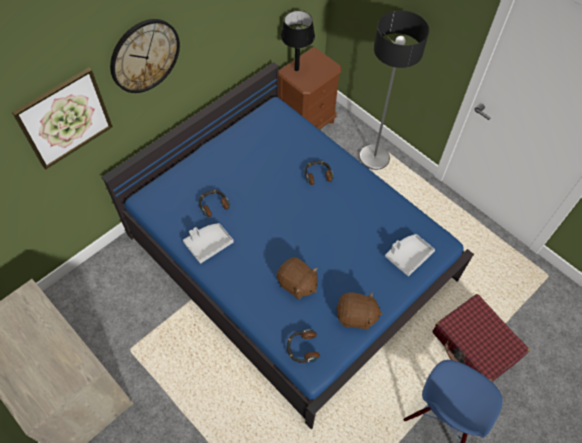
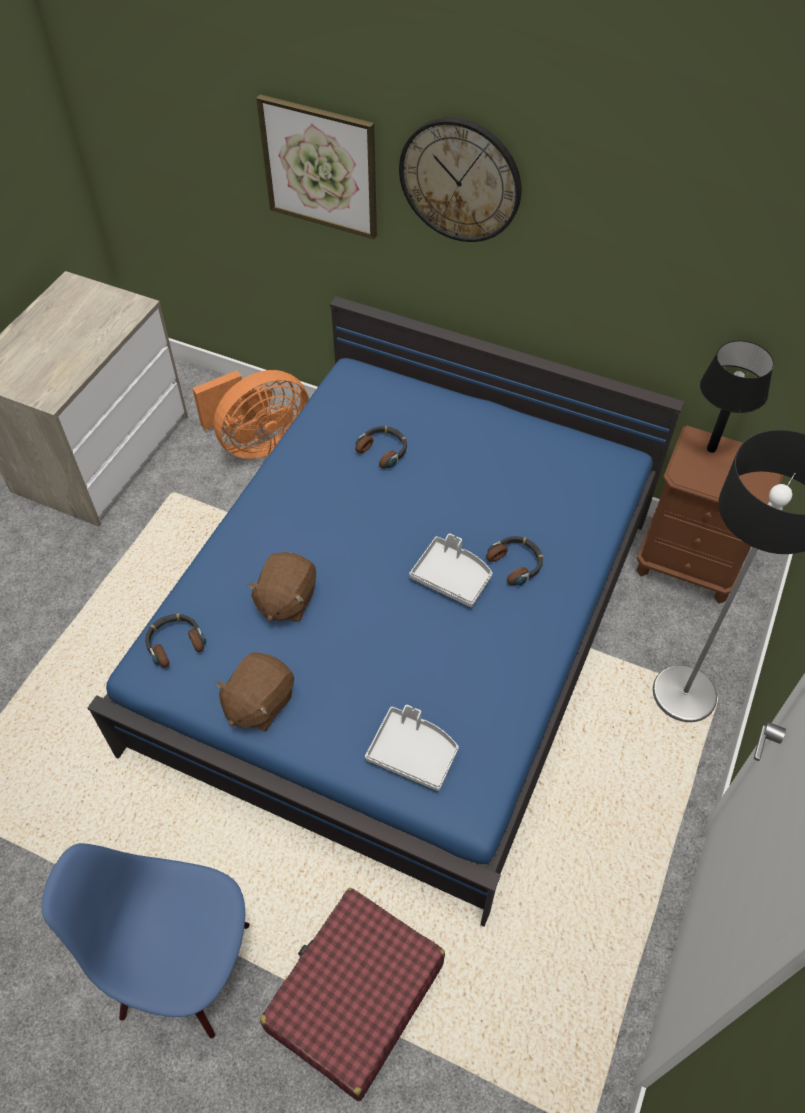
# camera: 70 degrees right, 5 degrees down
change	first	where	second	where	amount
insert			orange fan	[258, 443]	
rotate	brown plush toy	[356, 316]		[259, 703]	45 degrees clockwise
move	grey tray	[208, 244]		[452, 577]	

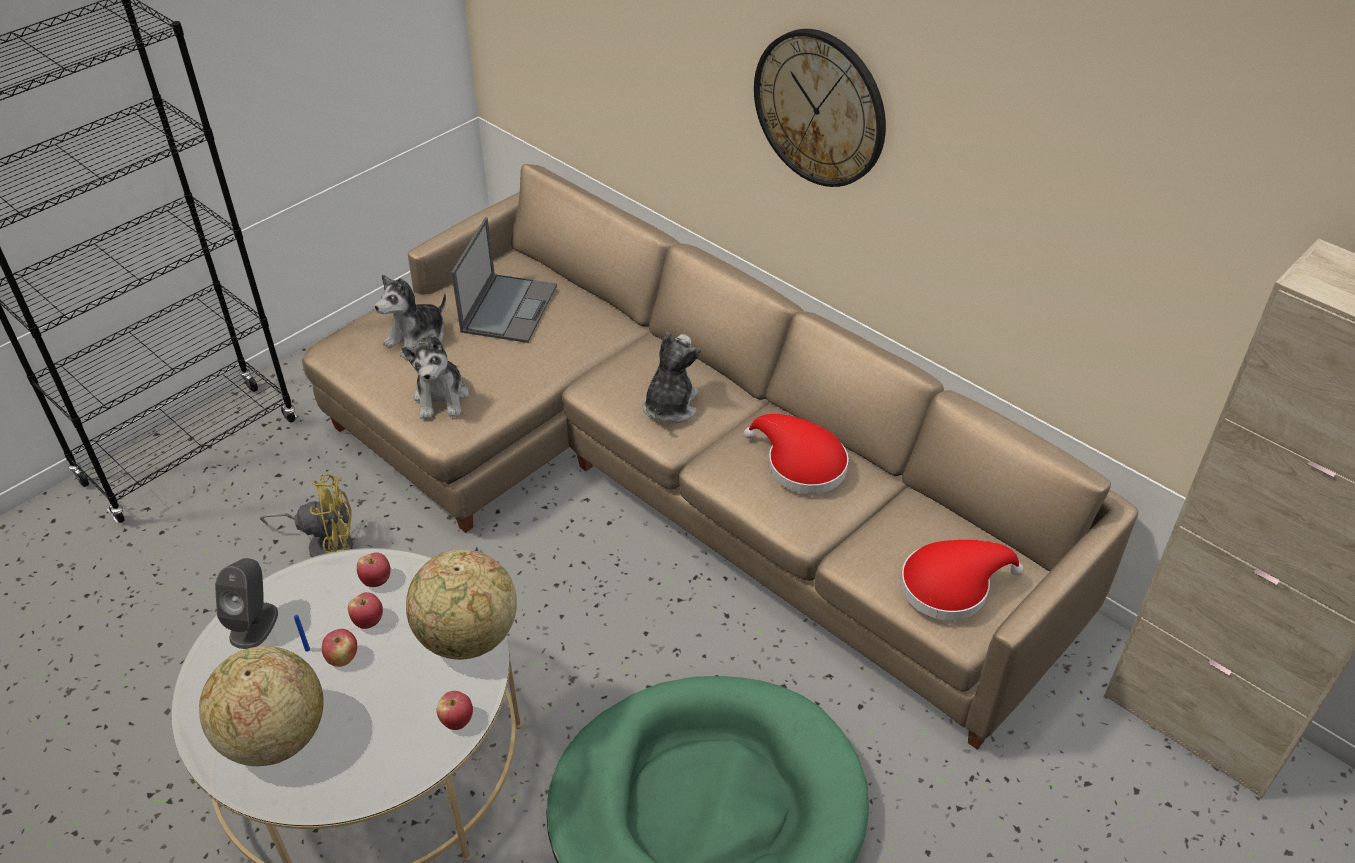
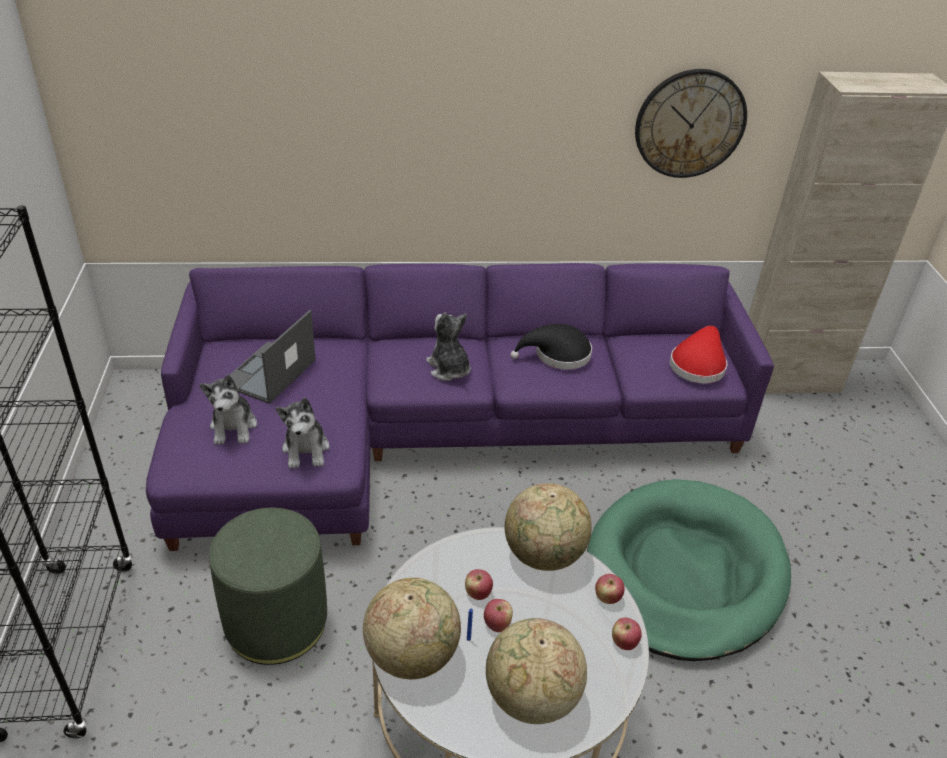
# camera: 50 degrees left, 5 degrees down
change	first	where	second	where	amount
recolor	beige sofa	[672, 477]	purple sofa	[434, 431]	
replace	yellow fan	[325, 544]	green ottoman	[276, 622]	
rotate	laptop	[509, 307]		[268, 373]	120 degrees counterclockwise
rotate	plush toy	[441, 397]		[306, 449]	45 degrees clockwise
replace	grey speaker	[254, 624]	globe	[412, 655]	
recolor	red hat	[800, 464]	black hat	[557, 355]	
move	apple	[377, 580]		[624, 643]	
move	wall clock	[820, 108]		[690, 124]	

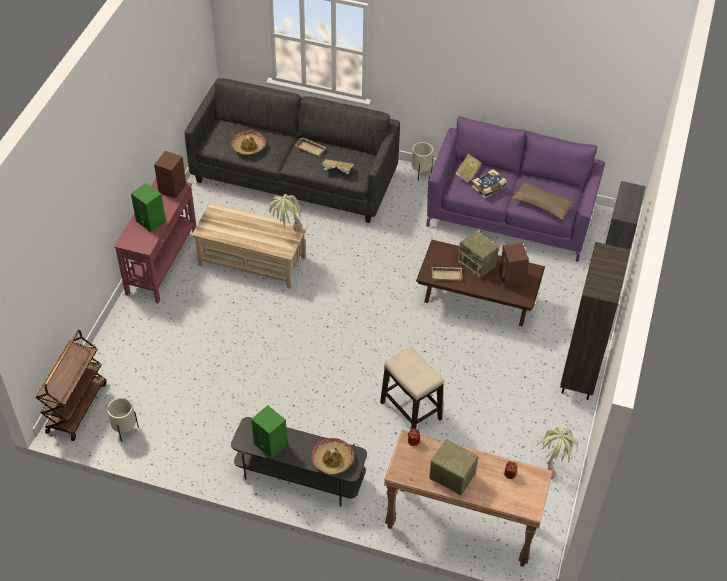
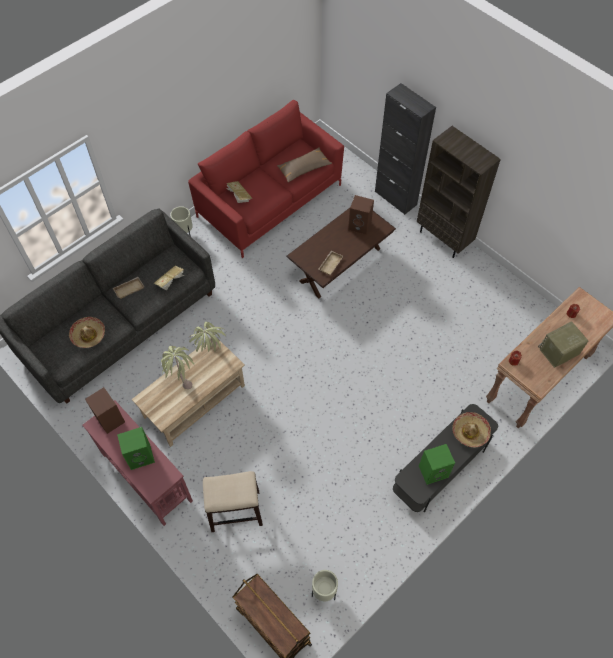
# camera: 60 degrees left, 10 degrees up
change	first	where	second	where	amount
move	potted plant	[552, 465]		[181, 378]	
recolor	purple sofa	[510, 216]	red sofa	[269, 200]	
move	stool	[410, 410]		[235, 511]	
delete	radio	[477, 264]			
delete	book	[488, 188]			

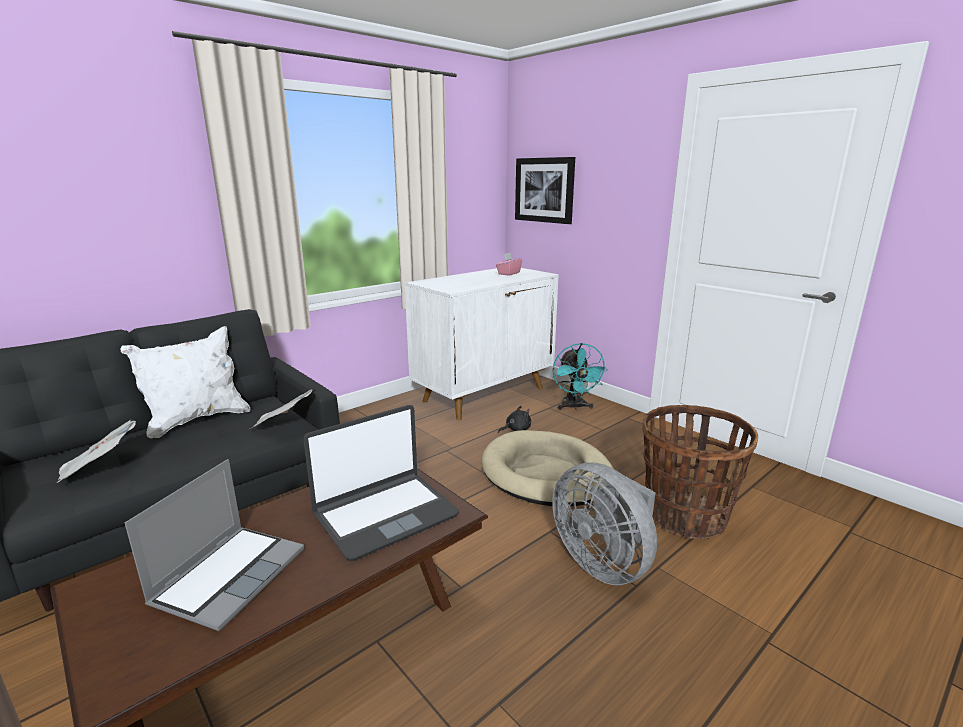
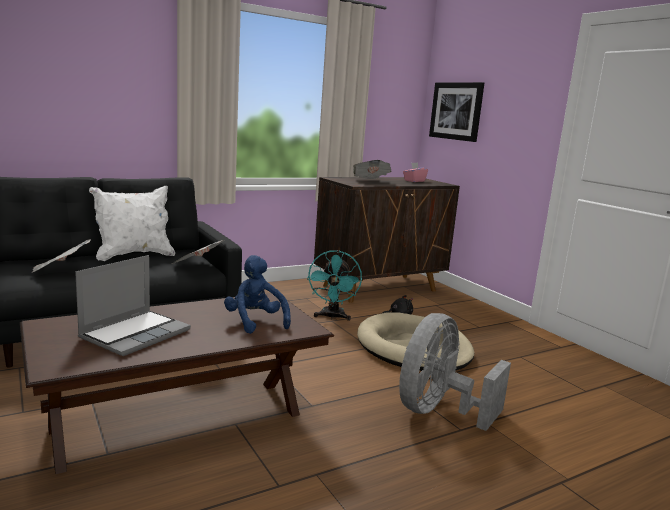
# camera: 10 degrees right, 5 degrees down
change	first	where	second	where	amount
replace	laptop	[385, 515]	blue plush toy	[255, 322]	
move	turquoise fan	[574, 407]		[332, 317]	
recolor	white cabinet	[485, 394]	brown cabinet	[380, 288]	
insert			newspaper	[370, 181]	
rotate	grey fan	[603, 563]		[438, 411]	60 degrees clockwise
delete	basket	[684, 516]			

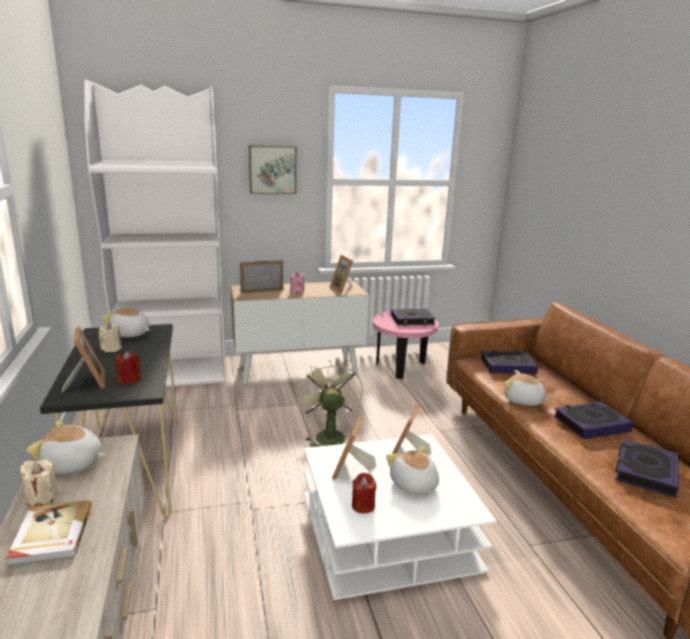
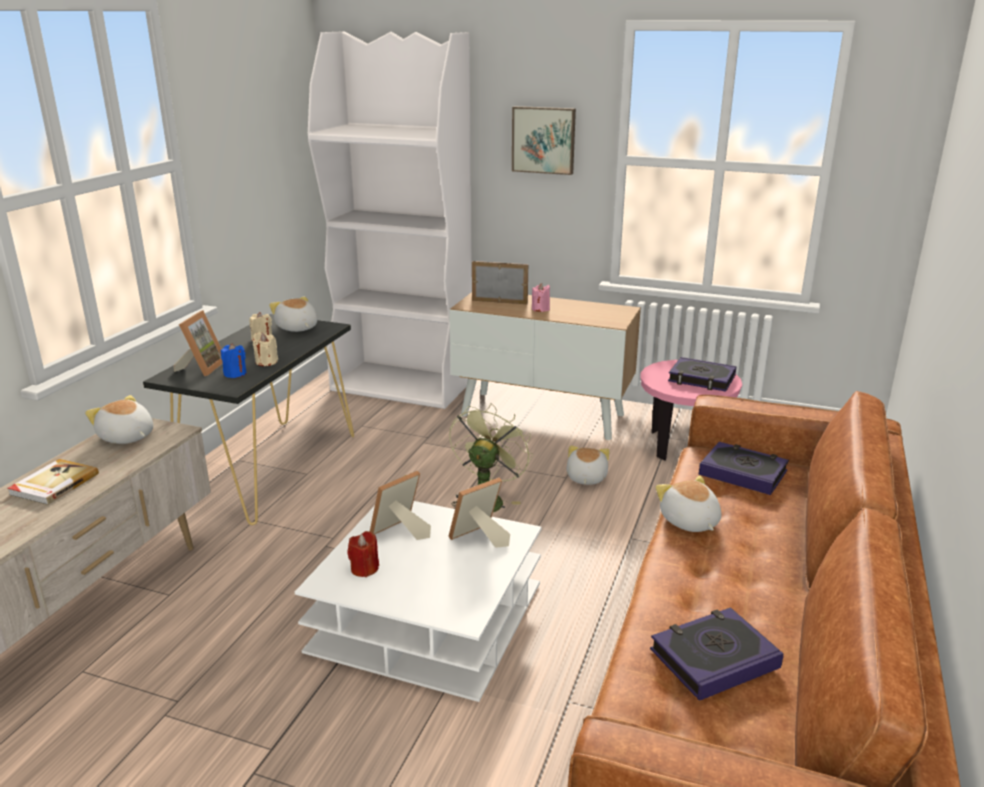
# camera: 35 degrees right, 5 degrees up
change	first	where	second	where	amount
recolor	red candle	[129, 380]	blue candle	[235, 374]	
move	beige candle	[42, 497]		[266, 362]	
move	plush toy	[413, 485]		[585, 478]	
delete	picture frame	[343, 289]			
delete	book	[591, 424]			

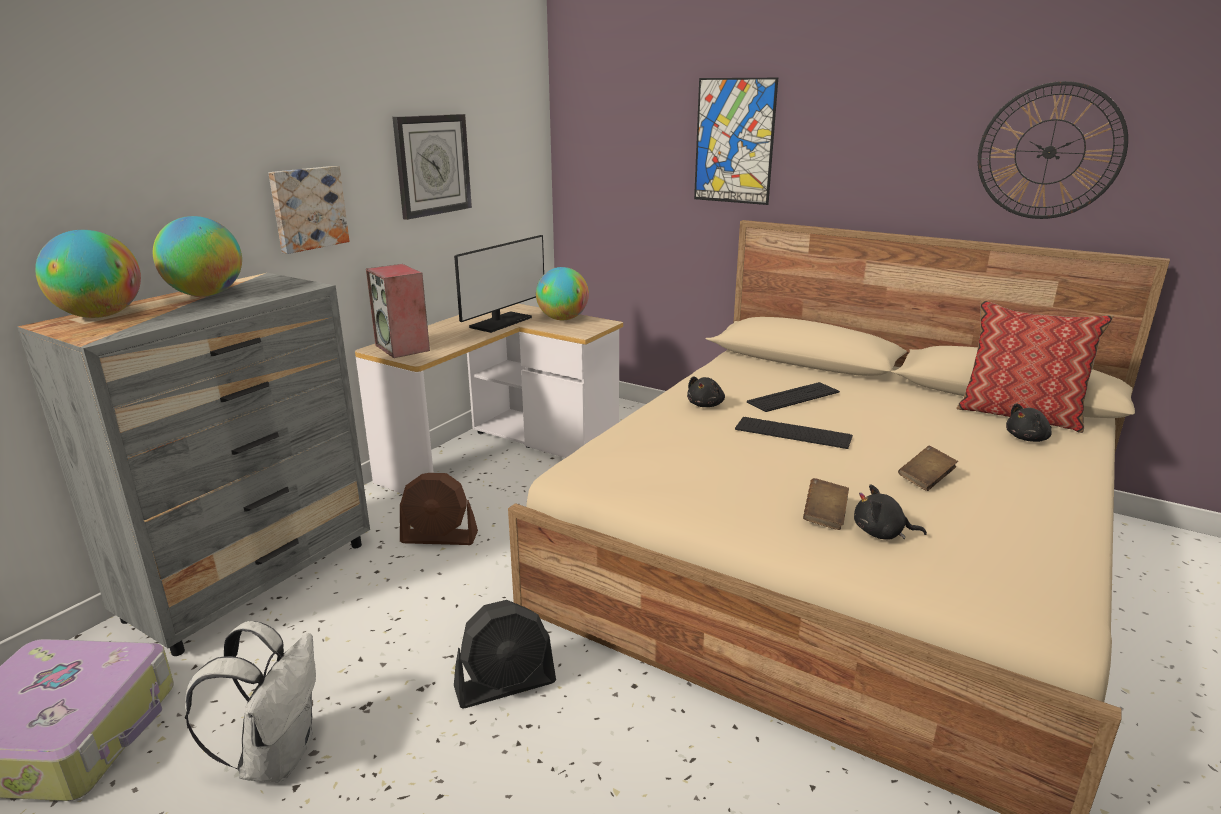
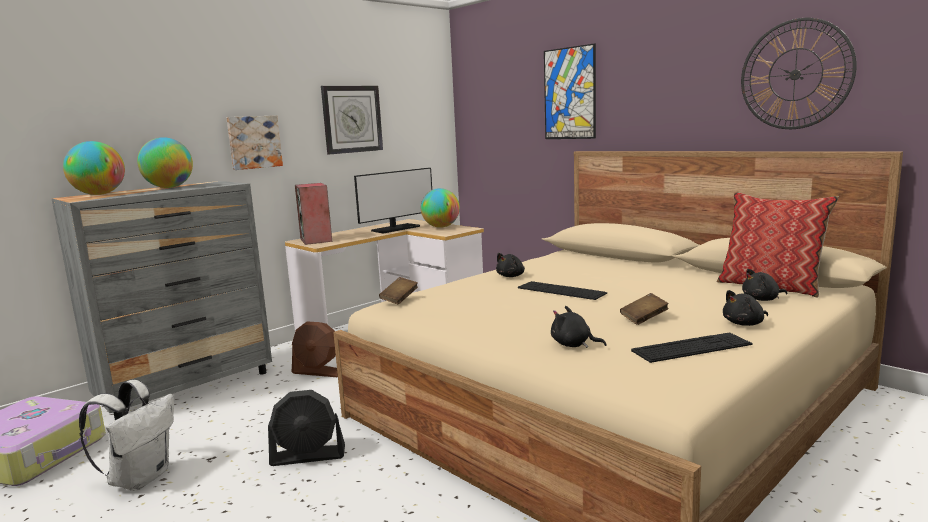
# camera: 15 degrees right, 10 degrees down
change	first	where	second	where	amount
move	brown book	[824, 516]		[399, 299]	
move	keyboard	[793, 397]		[691, 347]	
insert			black plush toy	[745, 324]	

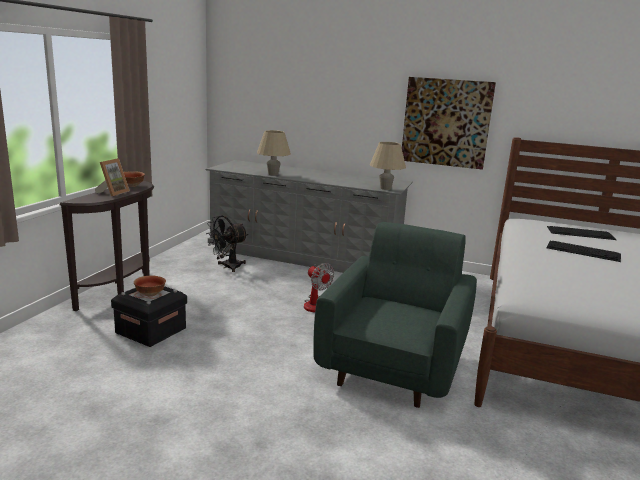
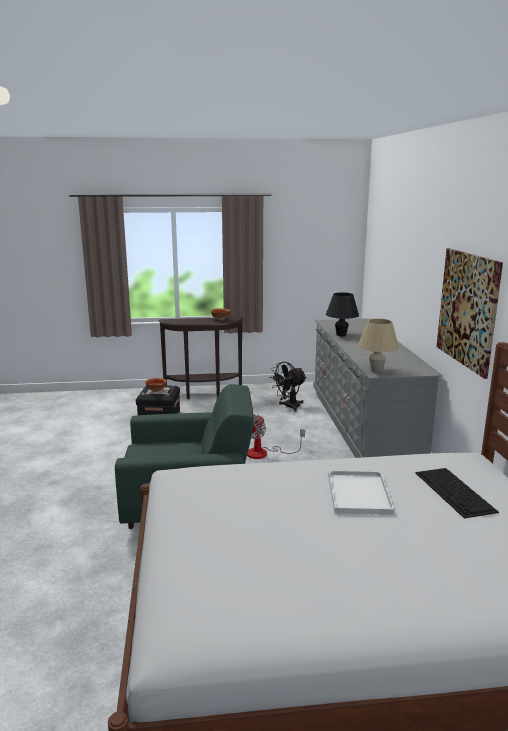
# camera: 65 degrees right, 0 degrees up
change	first	where	second	where	amount
rotate	black fan	[228, 267]		[289, 407]	60 degrees counterclockwise
recolor	beige table lamp	[273, 174]	black table lamp	[341, 335]	
replace	keyboard	[584, 251]	white tray	[360, 494]	
delete	picture frame	[113, 193]			

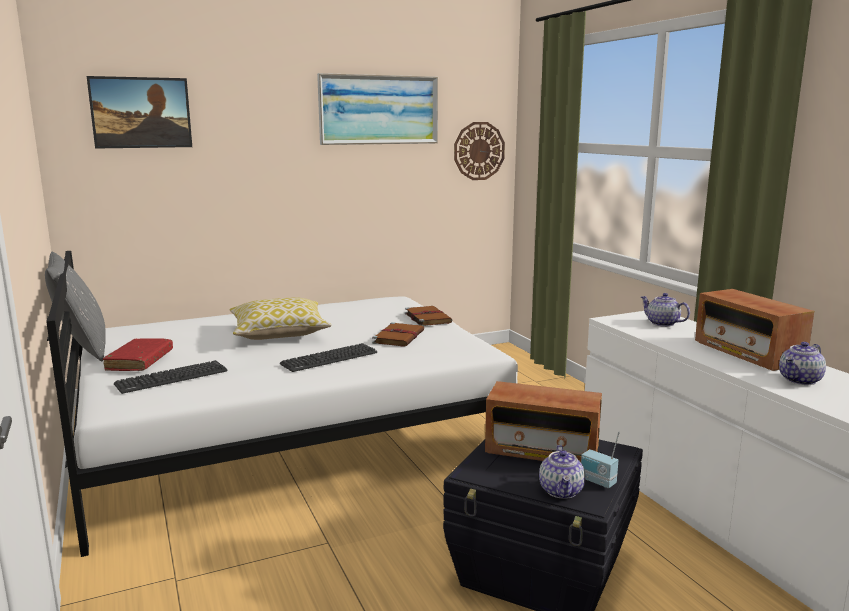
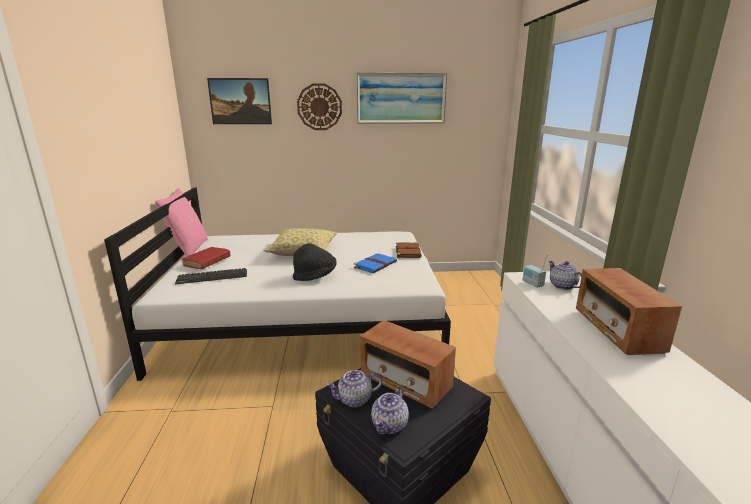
# camera: 20 degrees right, 5 degrees up
change	first	where	second	where	amount
recolor	grey pillow	[83, 349]	pink pillow	[188, 249]	
replace	keyboard	[329, 358]	black hat	[315, 276]	
move	wall clock	[479, 151]		[319, 107]	
move	teapot	[800, 380]		[354, 400]	
recolor	brown book	[399, 337]	blue book	[375, 264]	
move	radio	[597, 482]		[532, 284]	

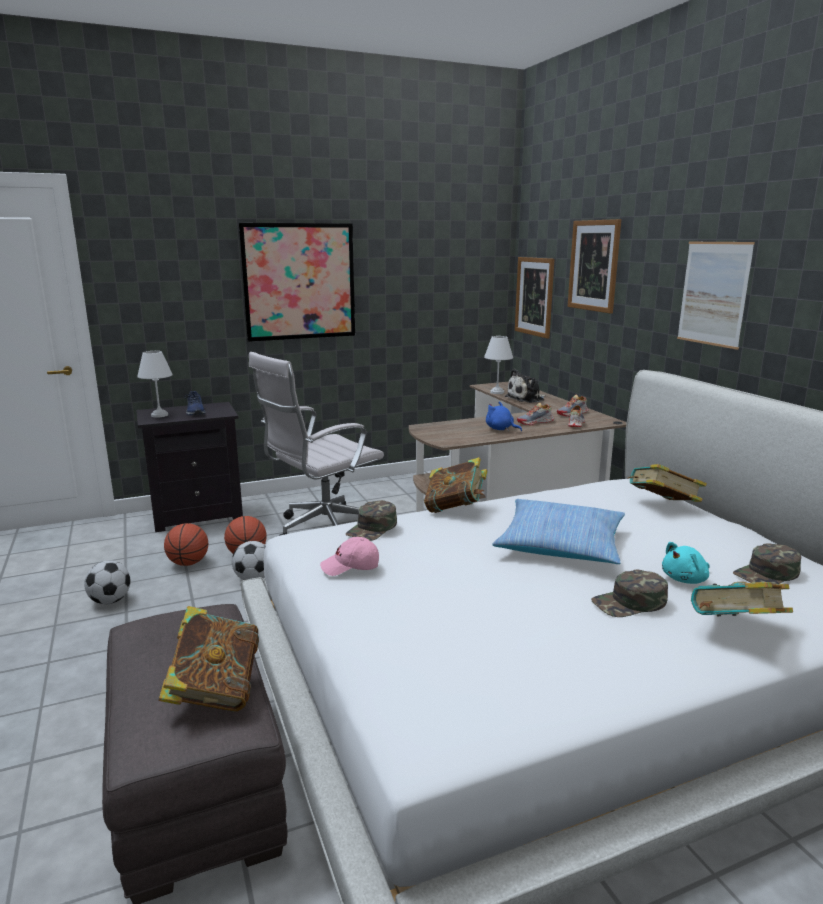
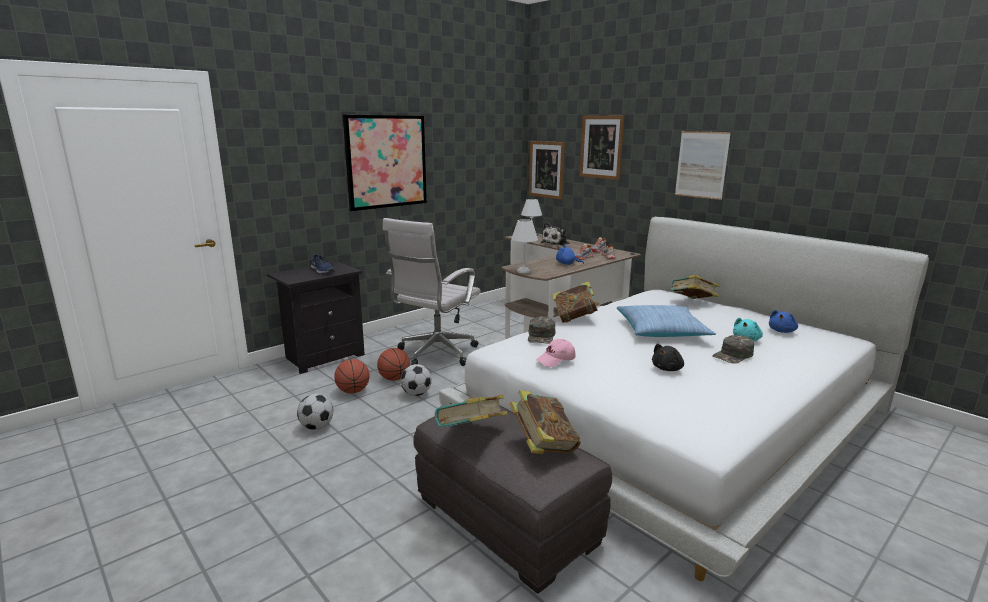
# camera: 20 degrees left, 0 degrees up
change	first	where	second	where	amount
move	book	[736, 631]		[471, 435]	
move	white table lamp	[159, 415]		[524, 271]	
insert			black plush toy	[668, 369]	
replace	green cap	[767, 574]	blue plush toy	[782, 331]	

